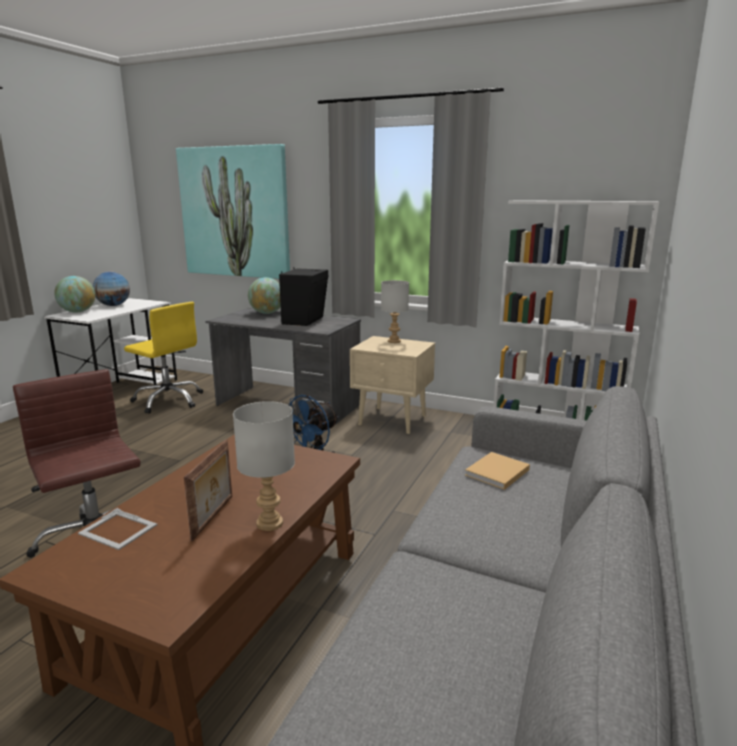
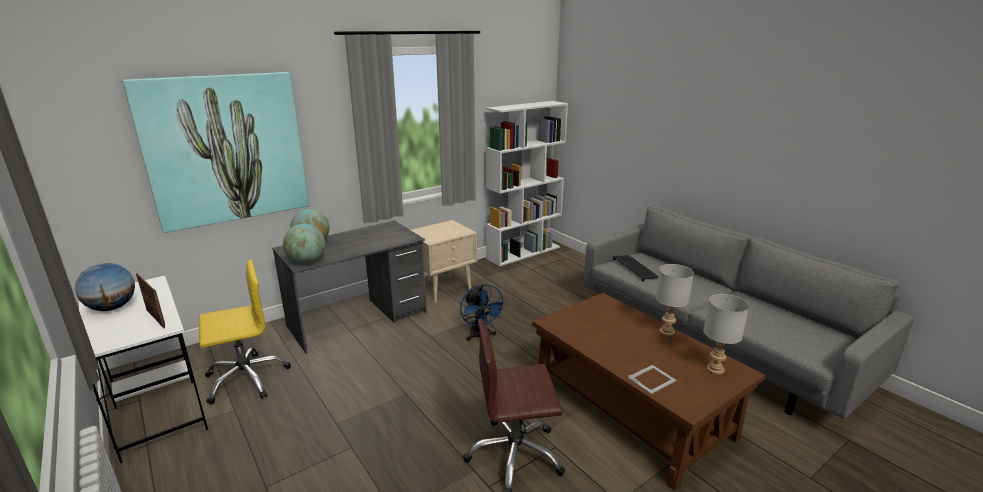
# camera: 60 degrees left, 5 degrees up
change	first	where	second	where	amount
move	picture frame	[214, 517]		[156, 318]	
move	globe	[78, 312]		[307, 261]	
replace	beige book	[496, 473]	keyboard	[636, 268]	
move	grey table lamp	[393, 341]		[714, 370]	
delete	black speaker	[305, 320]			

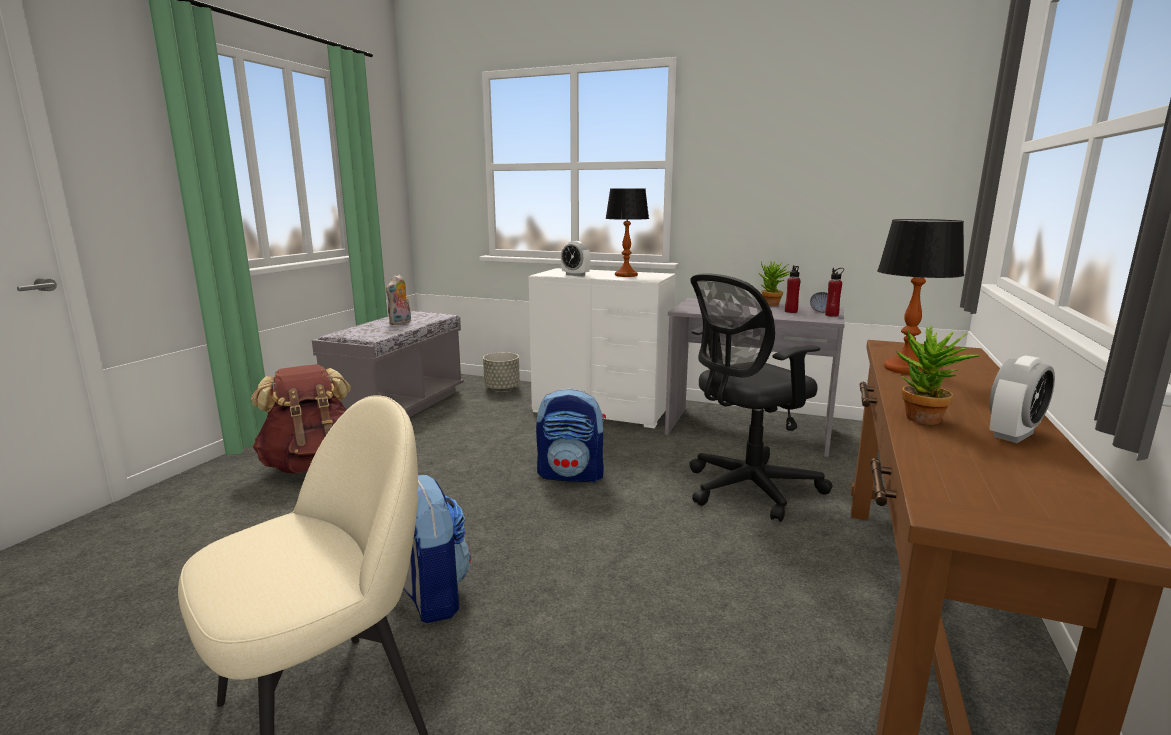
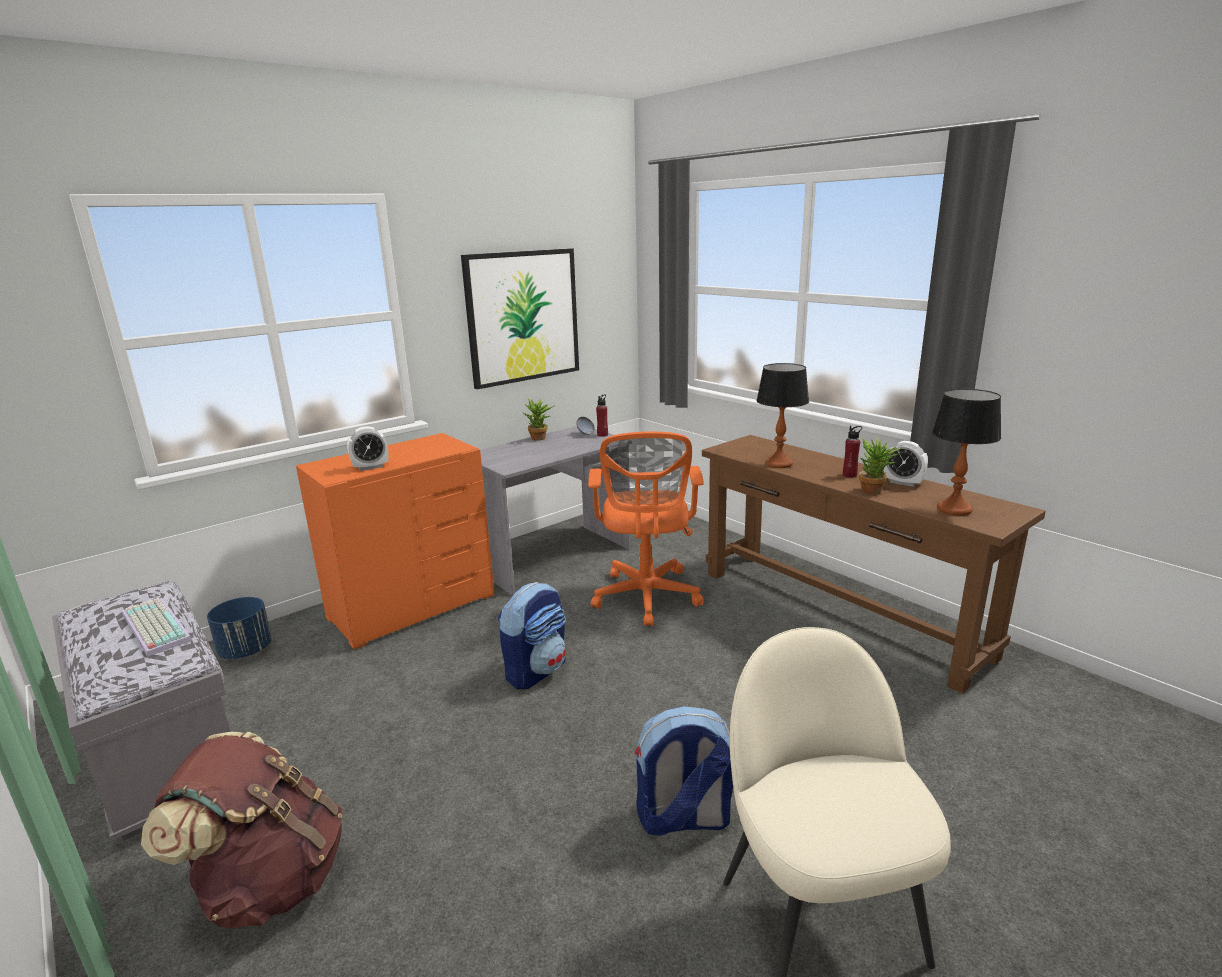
# camera: 60 degrees left, 5 degrees up
change	first	where	second	where	amount
replace	plush toy	[400, 323]	keyboard	[153, 627]	
recolor	grey planter	[502, 389]	blue planter	[246, 650]	
recolor	white dresser	[602, 409]	orange dresser	[411, 606]	
insert			picture	[523, 317]	
recolor	black office chair	[746, 490]	orange office chair	[646, 599]	
move	red bottle	[791, 311]		[849, 475]	
rotate	alarm clock	[1013, 435]		[903, 483]	135 degrees clockwise
move	table lamp	[626, 275]		[954, 509]	

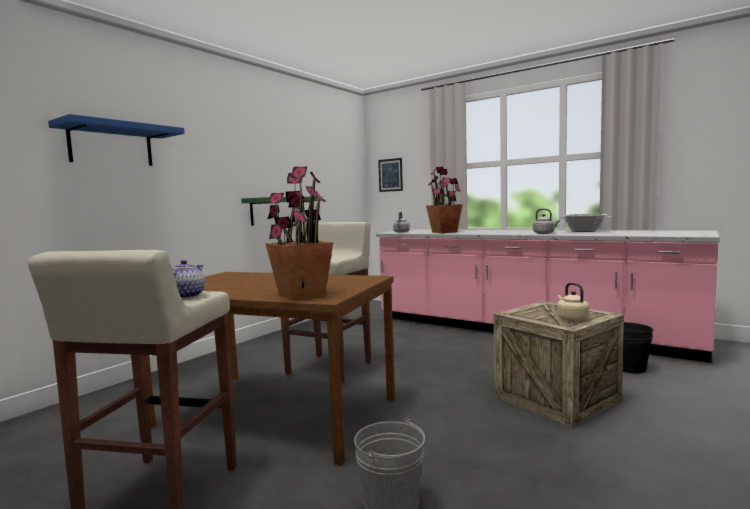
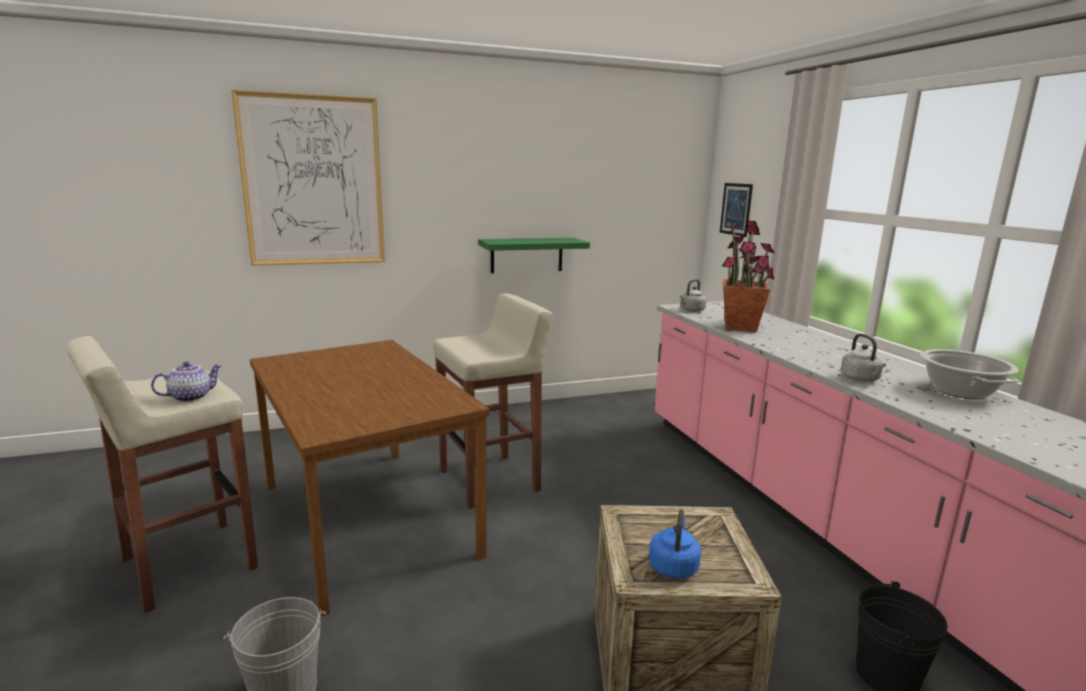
# camera: 35 degrees right, 10 degrees up
change	first	where	second	where	amount
replace	blue shelf	[111, 145]	picture	[313, 181]	
recolor	beige kettle	[571, 319]	blue kettle	[673, 566]	
delete	potted plant	[301, 295]			

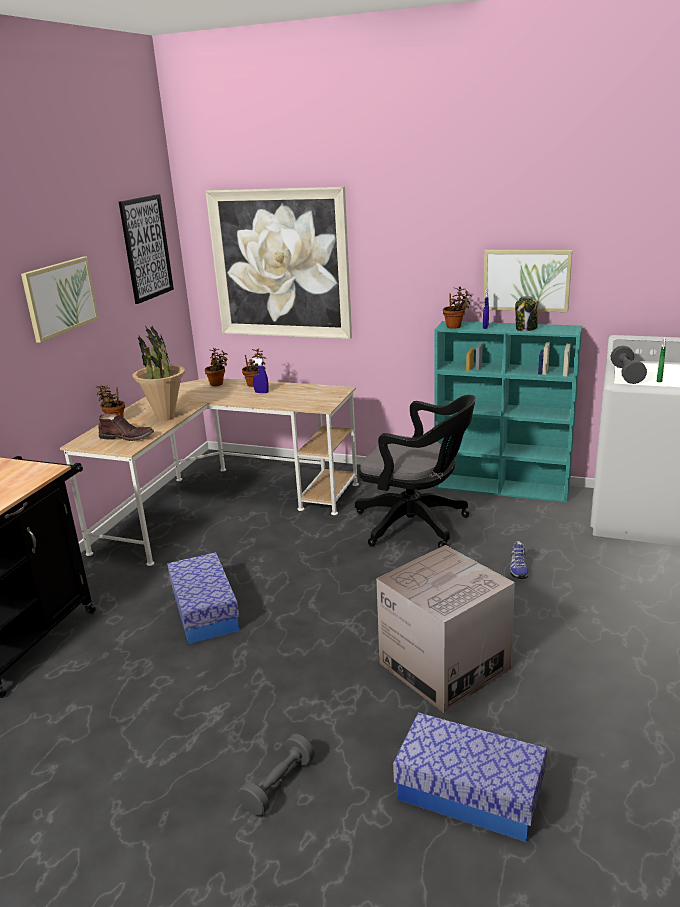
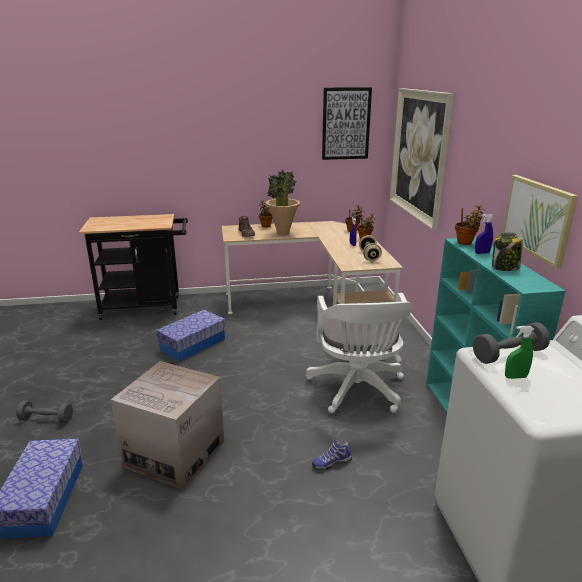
# camera: 60 degrees right, 0 degrees up
change	first	where	second	where	amount
recolor	black office chair	[417, 524]	white office chair	[358, 391]	
insert			beige dumbbell	[369, 256]	
delete	picture	[60, 298]			

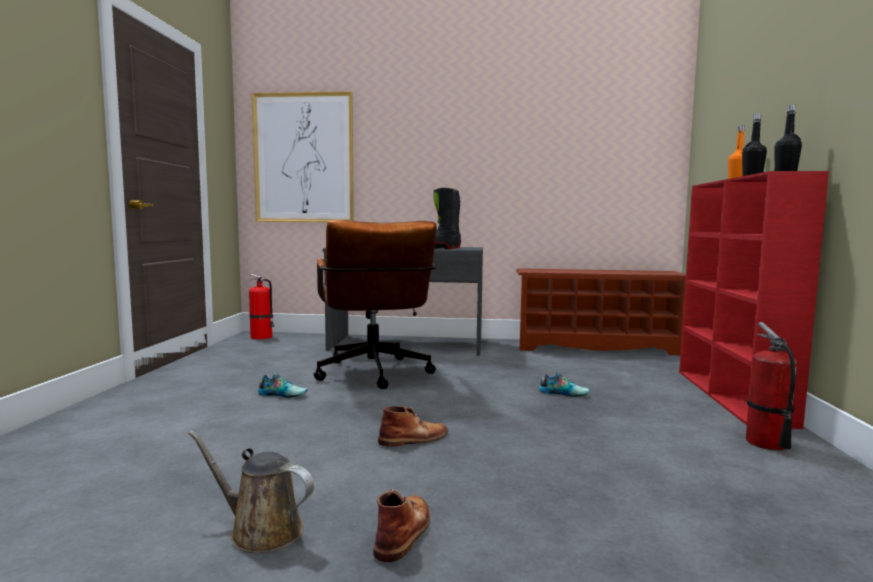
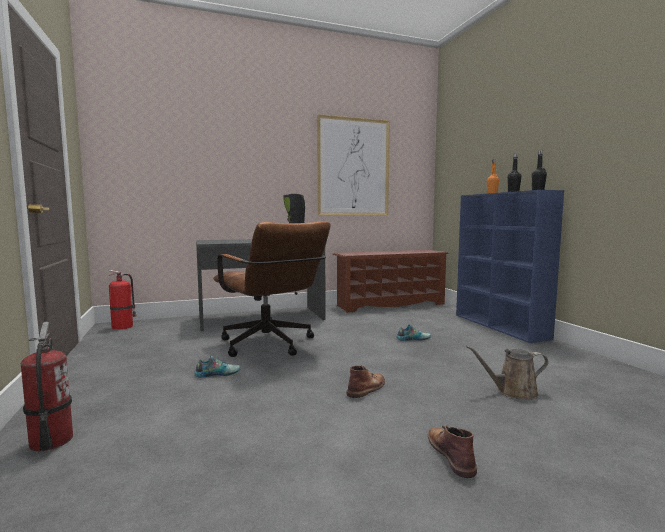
# camera: 25 degrees left, 0 degrees up
change	first	where	second	where	amount
move	fire extinguisher	[766, 443]		[50, 441]	
move	picture	[303, 158]		[353, 167]	
recolor	red bookcase	[732, 397]	blue bookcase	[500, 326]	
move	brown watering can	[260, 531]		[513, 392]	

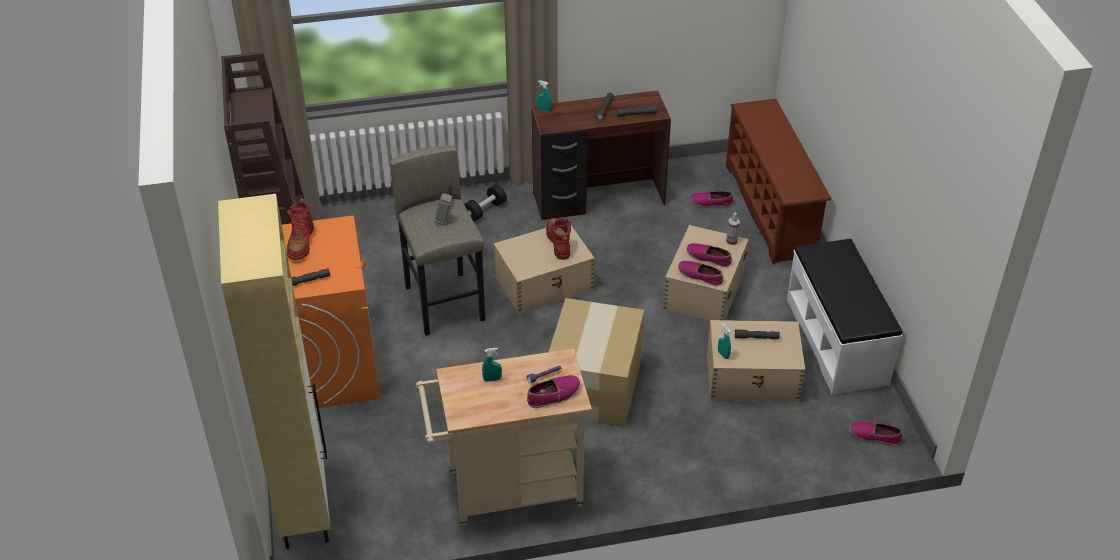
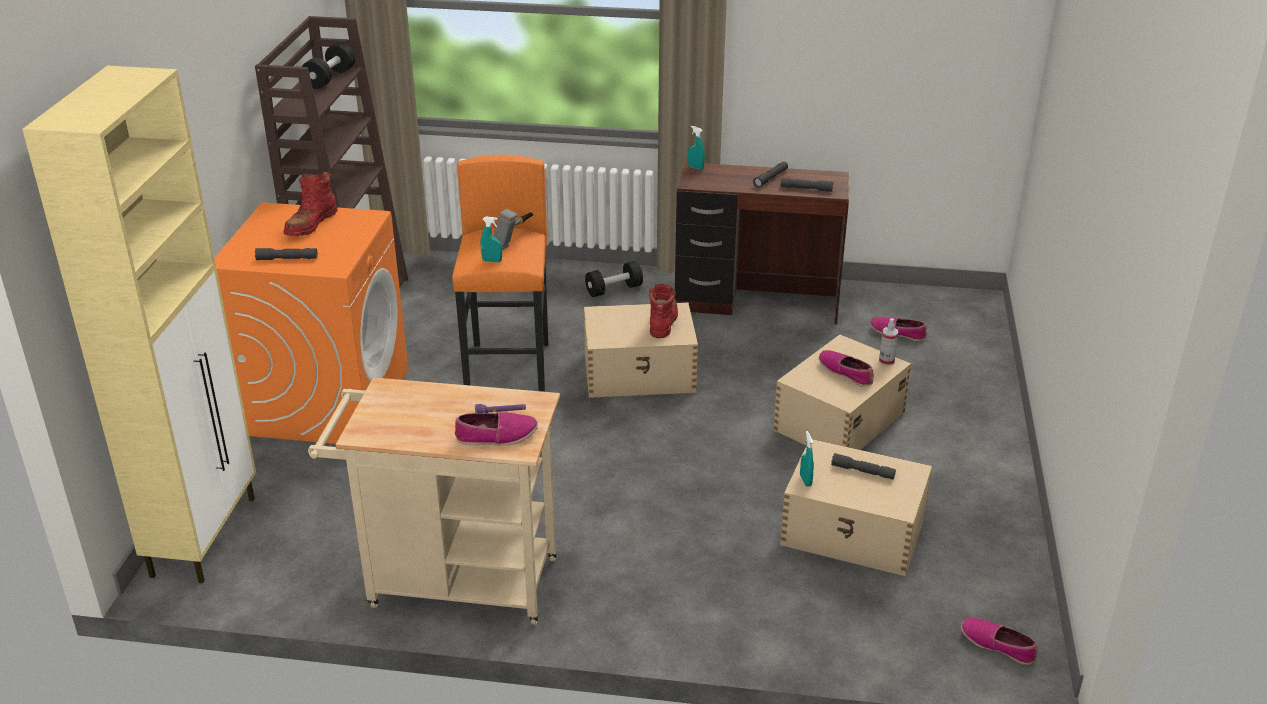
# camera: 20 degrees right, 10 degrees down
change	first	where	second	where	amount
insert			black dumbbell	[330, 78]	
recolor	grey stool	[445, 303]	orange stool	[509, 368]	
move	turquoise spray bottle	[492, 379]		[492, 261]	
delete	cardboard box	[595, 385]			
delete	shoe	[700, 276]			
delete	brown shoe rack	[771, 210]			
delete	white bench	[837, 341]			

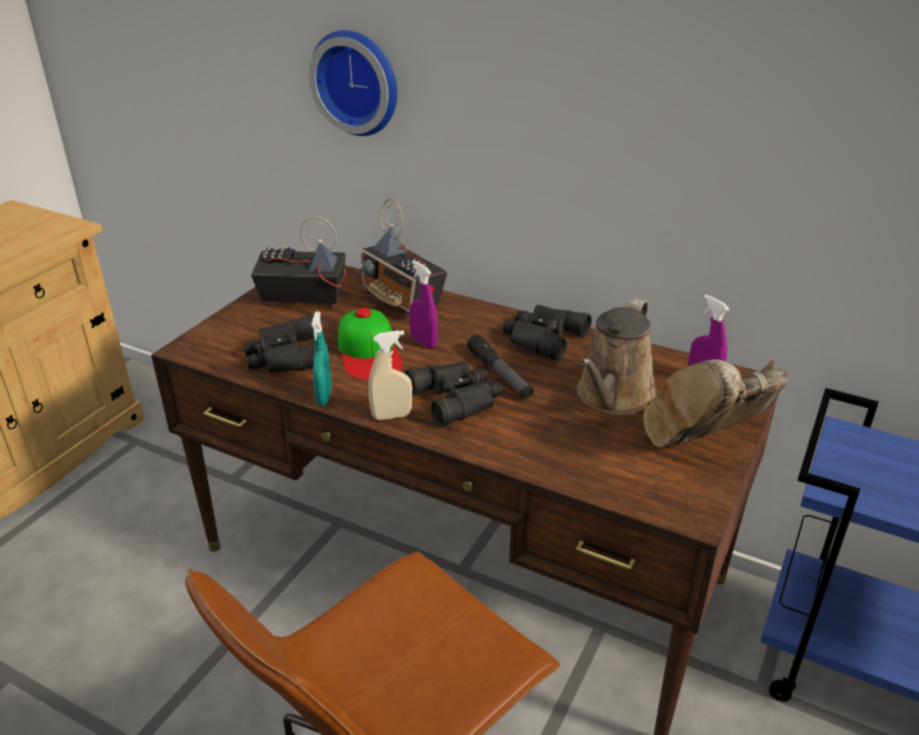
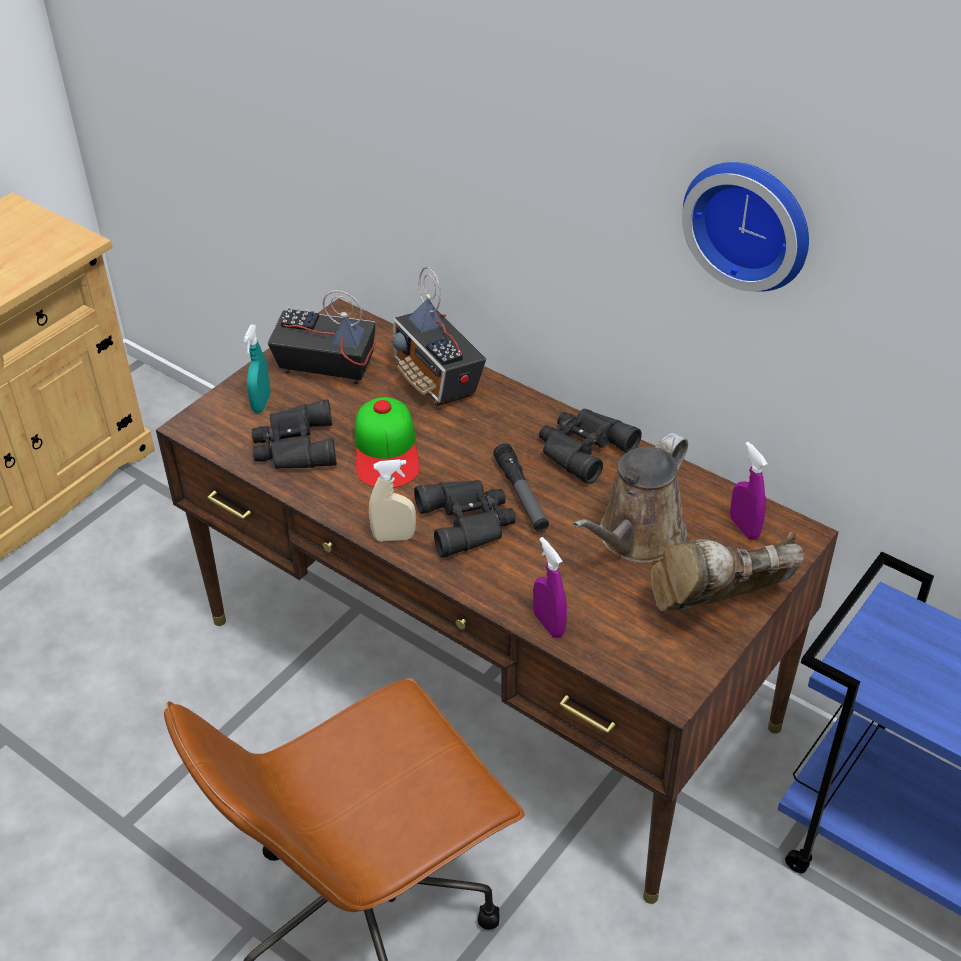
# camera: 10 degrees right, 10 degrees up
change	first	where	second	where	amount
move	turquoise spray bottle	[324, 397]		[261, 403]	
move	purple spray bottle	[424, 342]		[549, 624]	
move	wall clock	[358, 82]		[750, 222]	

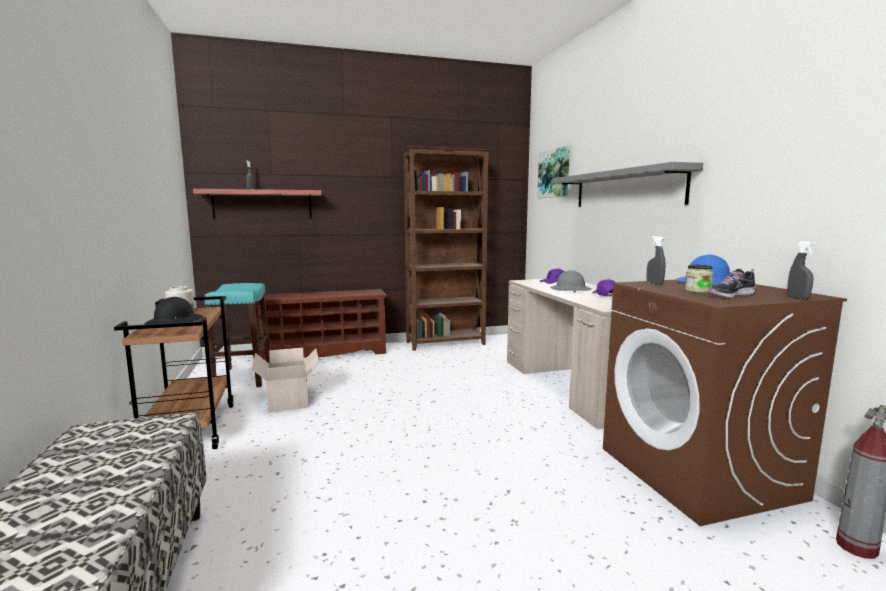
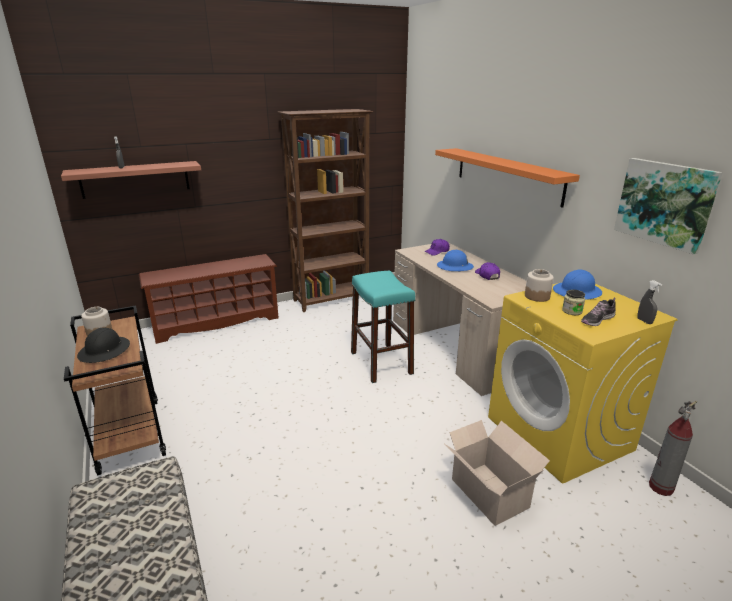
# camera: 10 degrees left, 15 degrees up
change	first	where	second	where	amount
move	turquoise stool	[243, 377]		[381, 363]	
recolor	grey shelf	[625, 189]	orange shelf	[507, 175]	
recolor	grey hard hat	[570, 289]	blue hard hat	[455, 267]	
move	cardboard box	[289, 399]		[488, 491]	
recolor	brown washing machine	[699, 473]	yellow washing machine	[559, 433]	
replace	grey spray bottle	[654, 283]	jar	[537, 296]	
move	picture	[554, 173]		[665, 203]	

